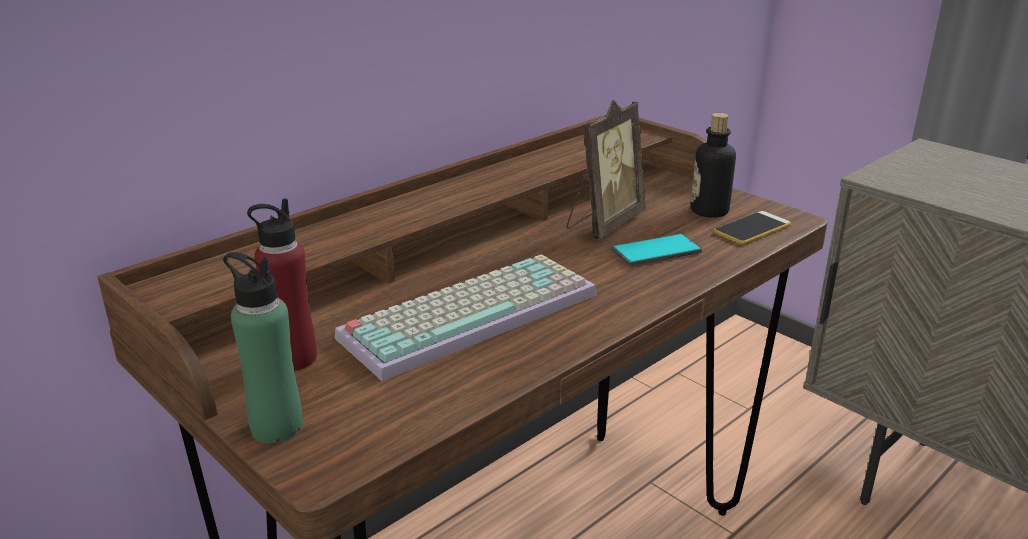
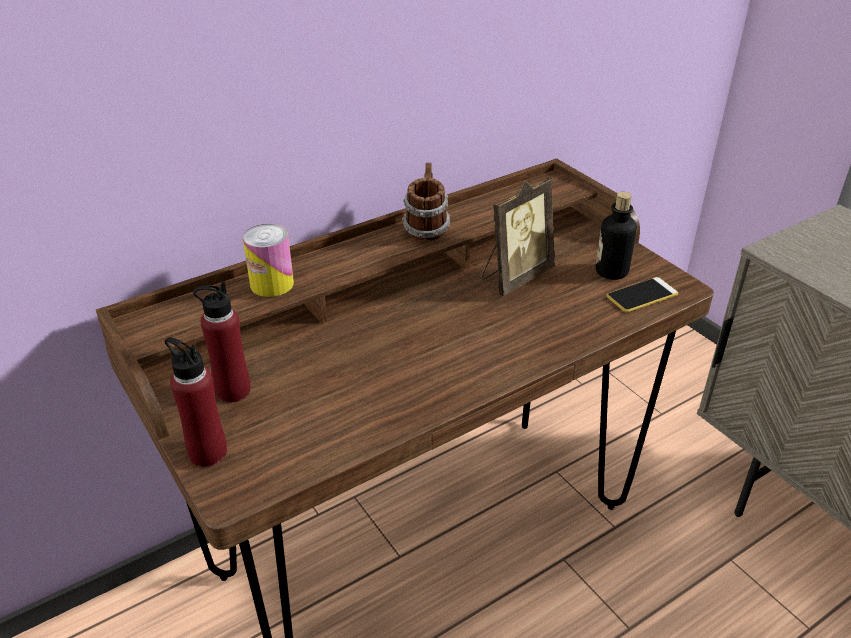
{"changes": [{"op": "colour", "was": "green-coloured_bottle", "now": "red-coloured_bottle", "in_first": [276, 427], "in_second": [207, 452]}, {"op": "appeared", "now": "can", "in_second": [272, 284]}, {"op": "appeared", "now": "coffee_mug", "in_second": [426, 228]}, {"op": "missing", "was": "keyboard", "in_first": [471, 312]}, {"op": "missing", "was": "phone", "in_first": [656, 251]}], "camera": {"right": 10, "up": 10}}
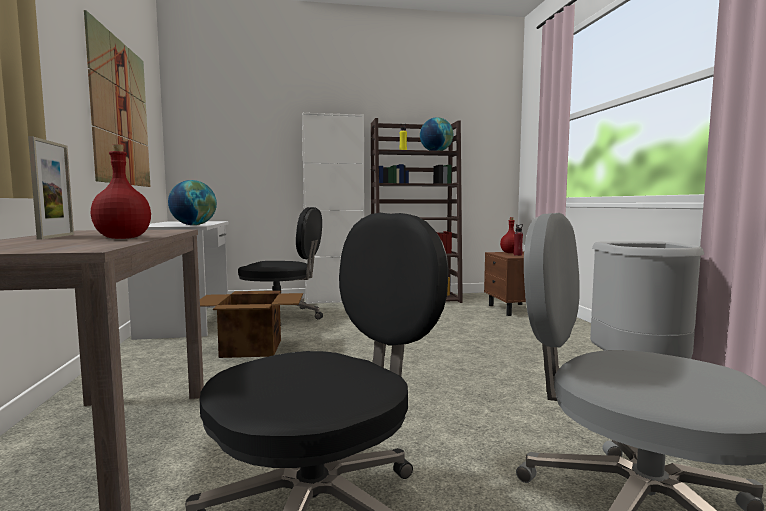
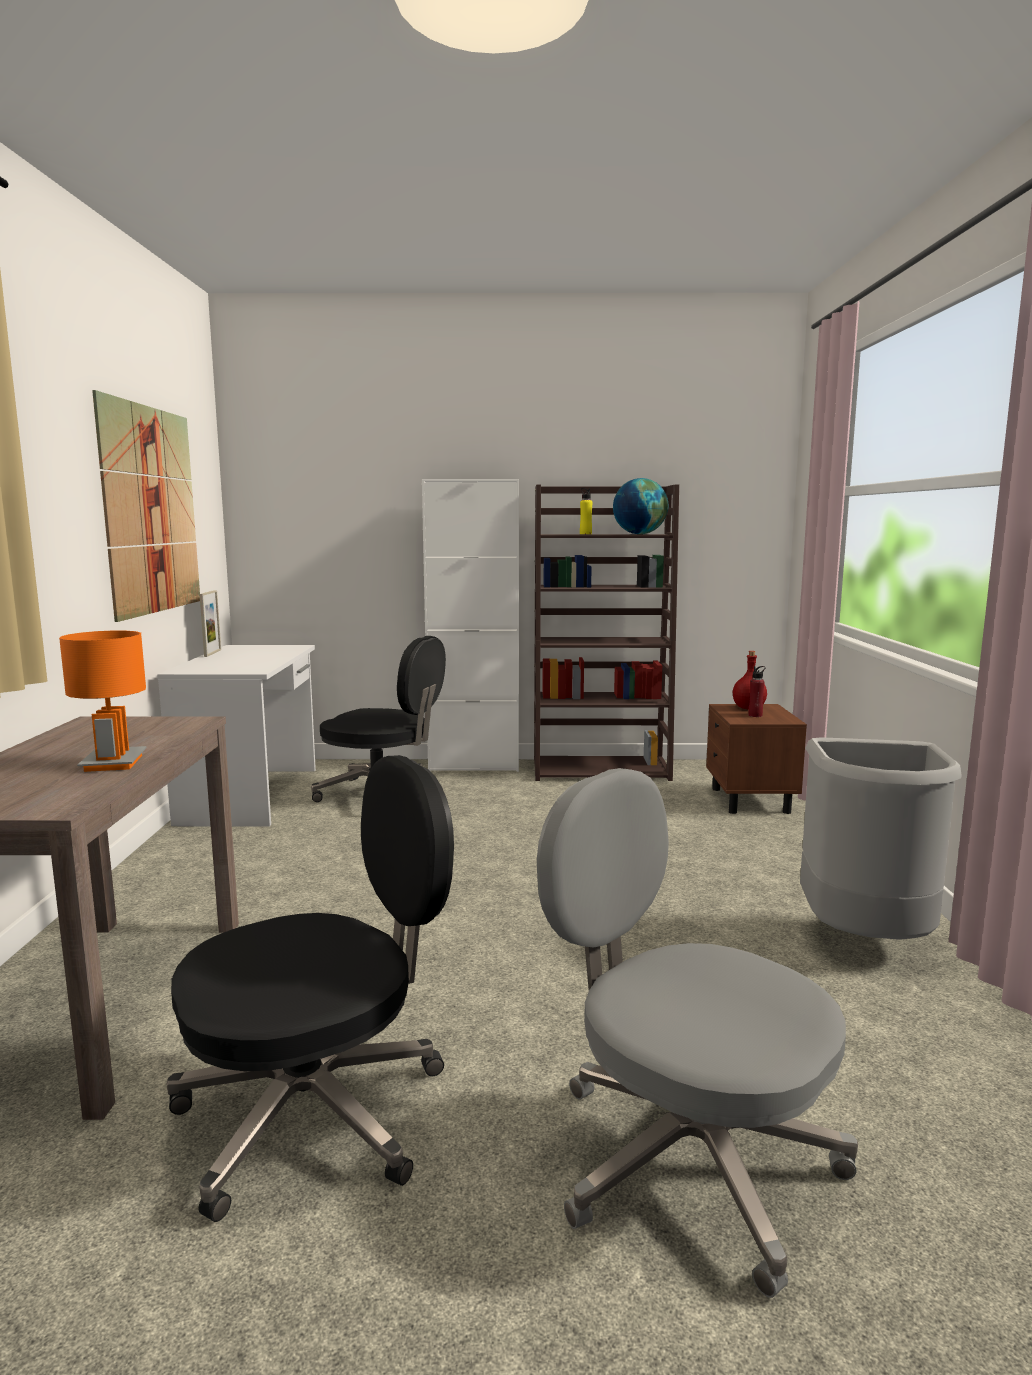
{"changes": [{"op": "exchanged", "was": "red-coloured_bottle", "now": "orangey_table_lamp", "in_first": [124, 238], "in_second": [114, 763]}, {"op": "relocated", "was": "picture_frame", "in_first": [56, 236], "in_second": [213, 653]}, {"op": "missing", "was": "desk_globe", "in_first": [193, 225]}, {"op": "missing", "was": "cardboard_box", "in_first": [252, 348]}], "camera": {"right": 10, "up": 5}}
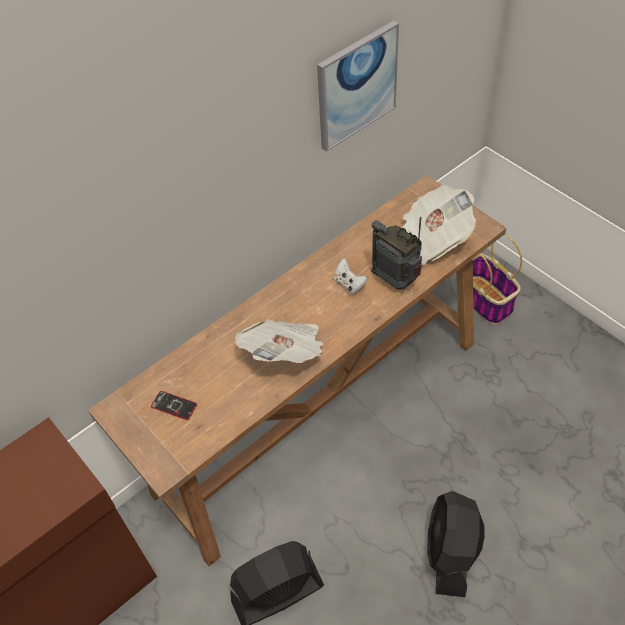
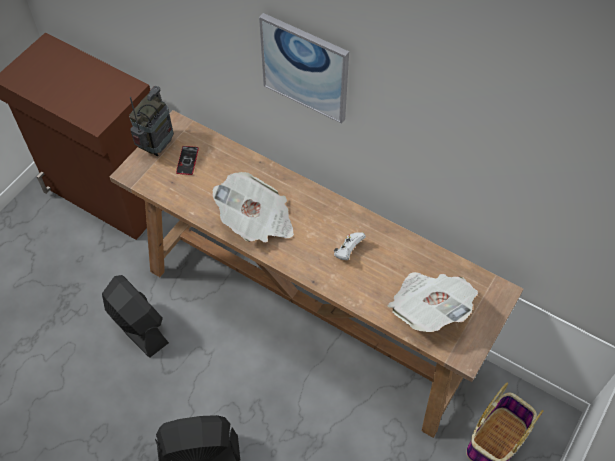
{"changes": [{"op": "relocated", "was": "radio_set", "in_first": [396, 281], "in_second": [157, 146]}, {"op": "relocated", "was": "wall_picture", "in_first": [356, 86], "in_second": [305, 67]}], "camera": {"right": 70, "up": 5}}
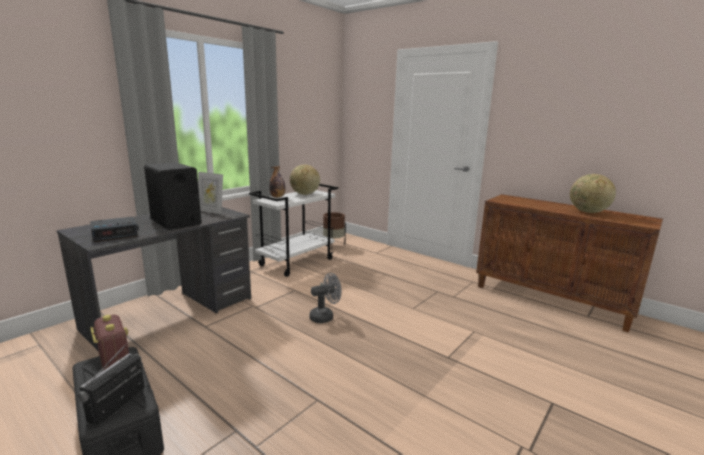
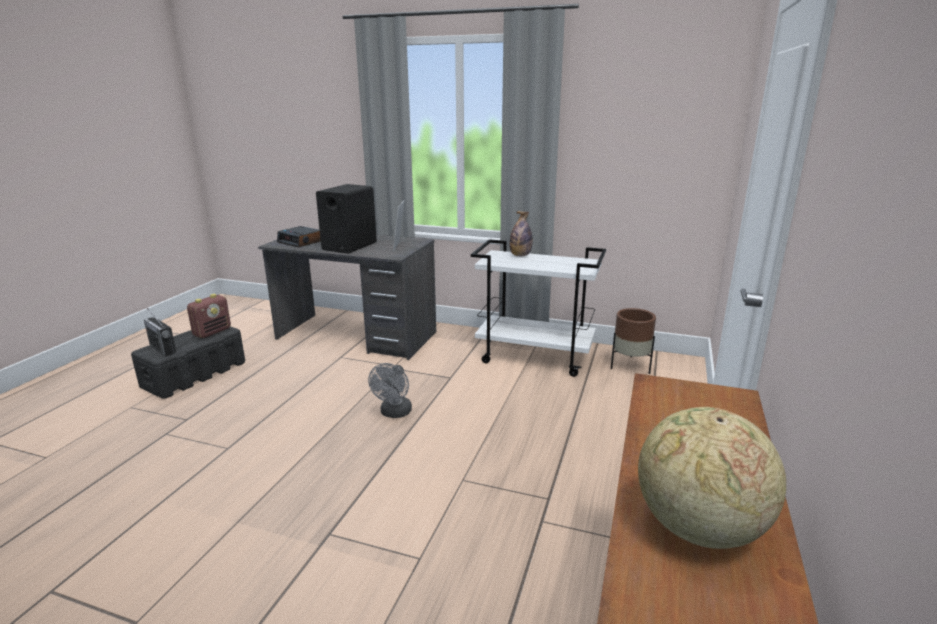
{"changes": [{"op": "spun", "was": "radio_set", "in_first": [117, 404], "in_second": [163, 349], "clockwise": -135}, {"op": "spun", "was": "greyish_cooling_fan", "in_first": [325, 316], "in_second": [394, 413], "clockwise": 60}, {"op": "missing", "was": "desk_globe", "in_first": [304, 194]}], "camera": {"right": 70, "up": 5}}
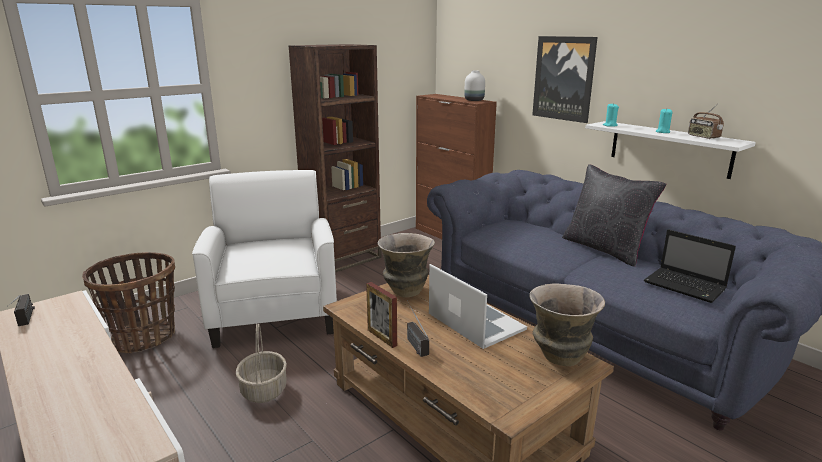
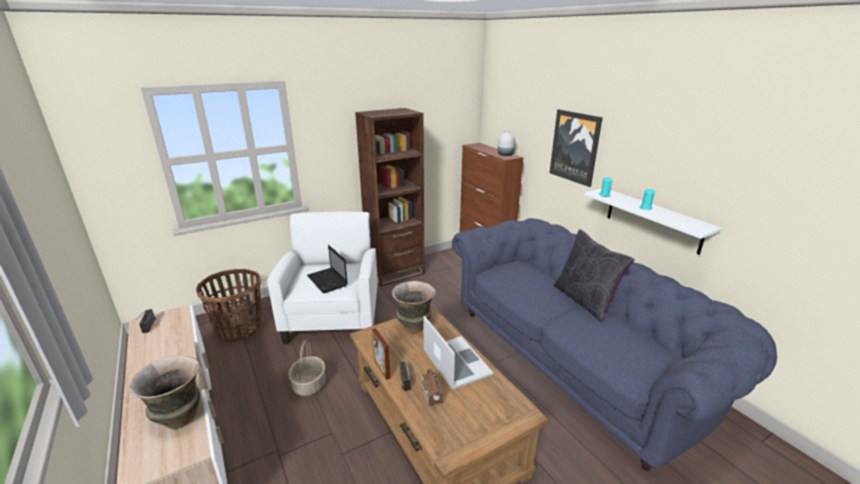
{"changes": [{"op": "relocated", "was": "vase", "in_first": [559, 357], "in_second": [179, 417]}, {"op": "relocated", "was": "laptop", "in_first": [686, 286], "in_second": [328, 281]}, {"op": "relocated", "was": "radio_set", "in_first": [703, 137], "in_second": [431, 395]}], "camera": {"right": 10, "up": 5}}
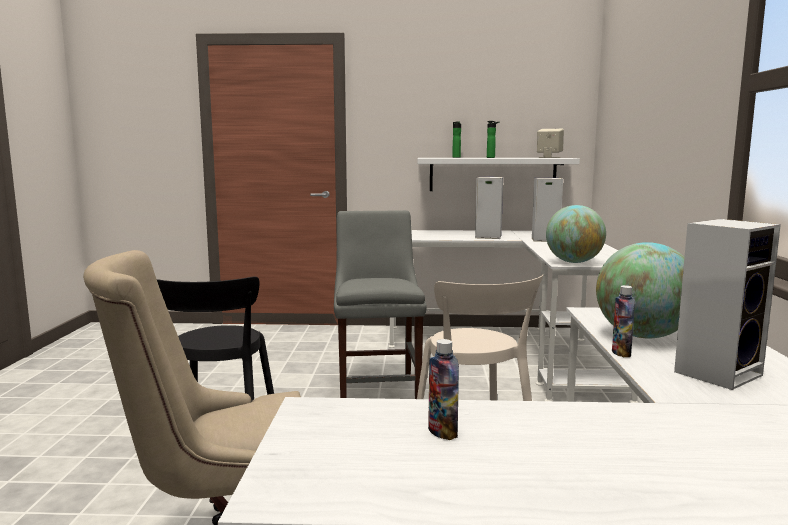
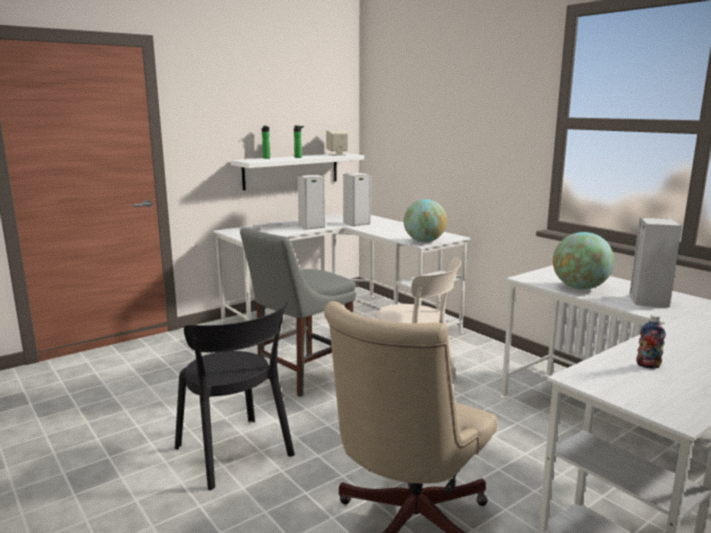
{"changes": [{"op": "spun", "was": "greyish_plain_chair", "in_first": [378, 390], "in_second": [300, 375], "clockwise": -90}, {"op": "missing", "was": "bottle", "in_first": [621, 353]}], "camera": {"right": -40, "up": 5}}
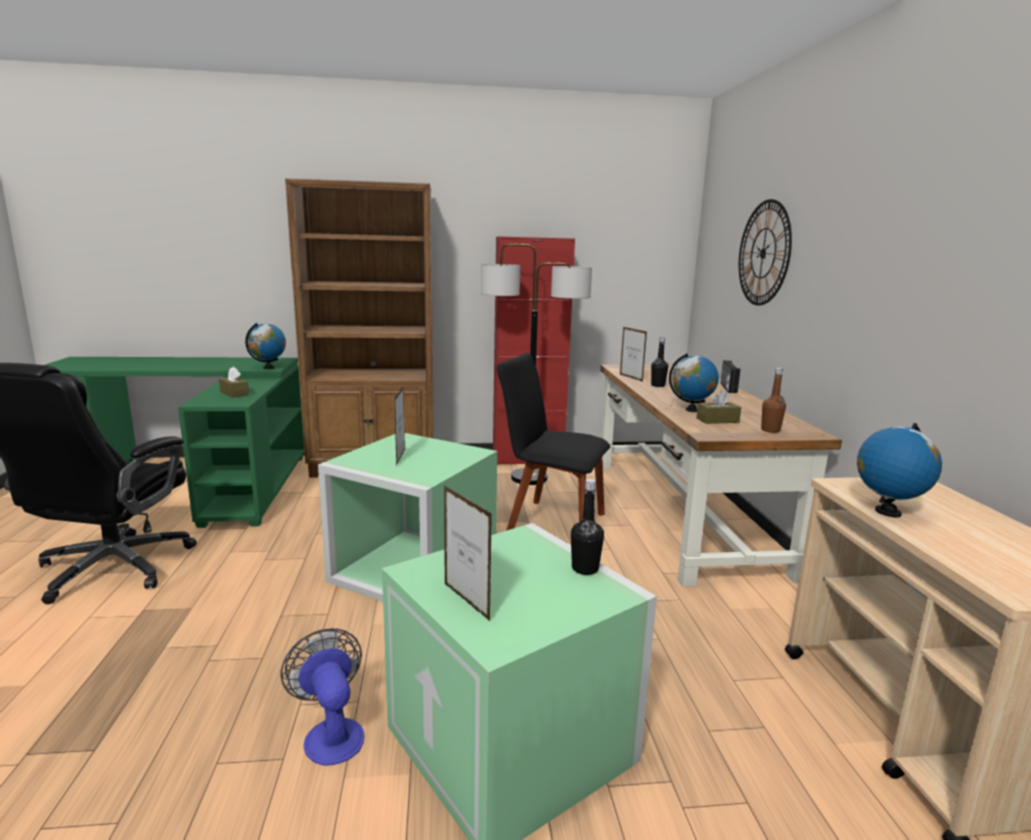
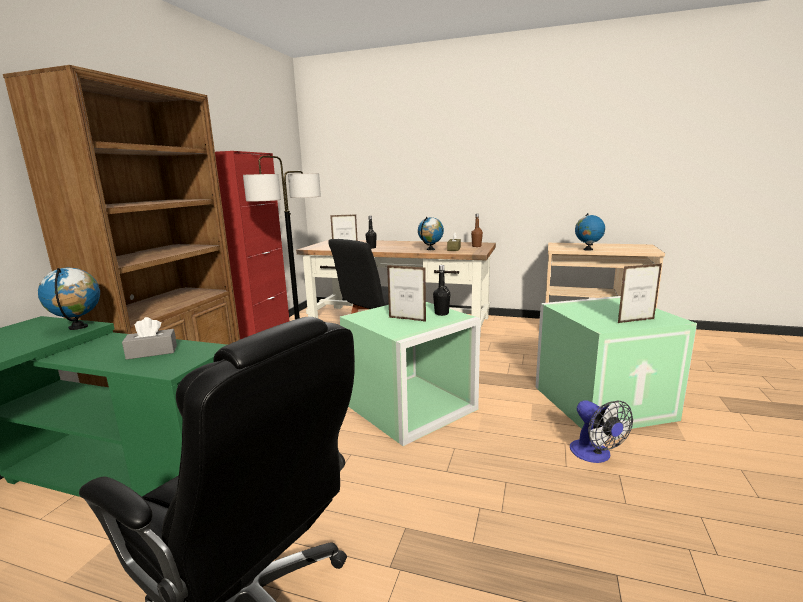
{"changes": [{"op": "colour", "was": "brownish_tissue_box", "now": "greyish_tissue_box", "in_first": [234, 393], "in_second": [152, 352]}, {"op": "relocated", "was": "black_bottle", "in_first": [585, 569], "in_second": [441, 313]}, {"op": "spun", "was": "cooling_fan", "in_first": [331, 733], "in_second": [595, 455], "clockwise": -105}, {"op": "missing", "was": "radio_set", "in_first": [727, 388]}, {"op": "missing", "was": "clock_on_the_wall", "in_first": [763, 253]}], "camera": {"right": -65, "up": 0}}
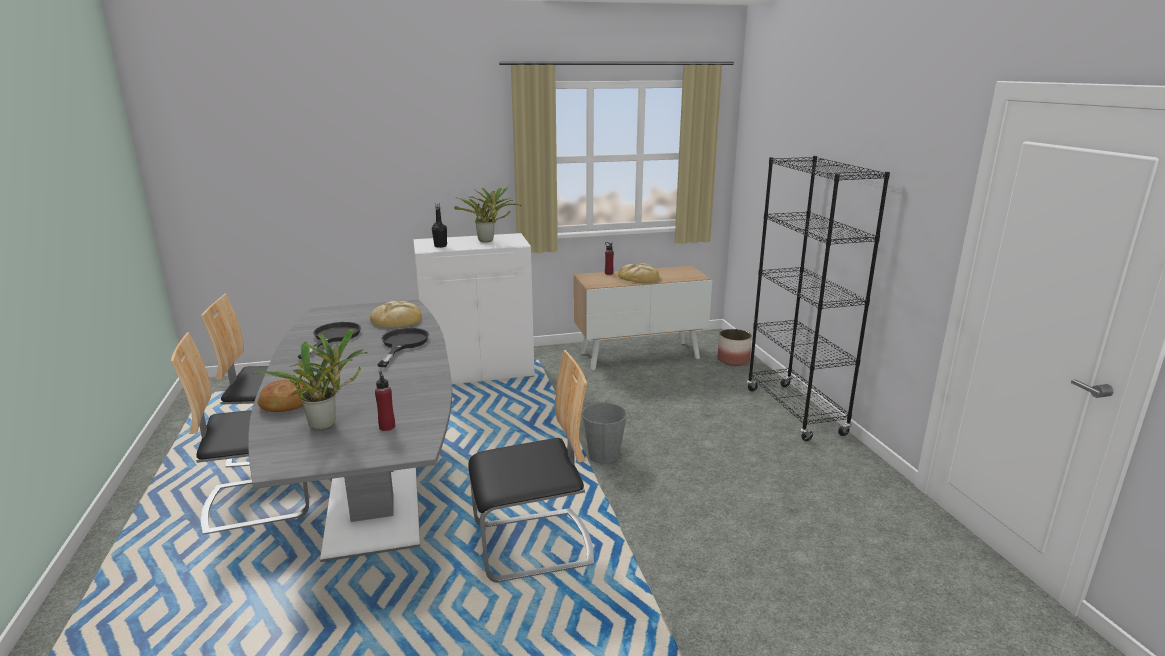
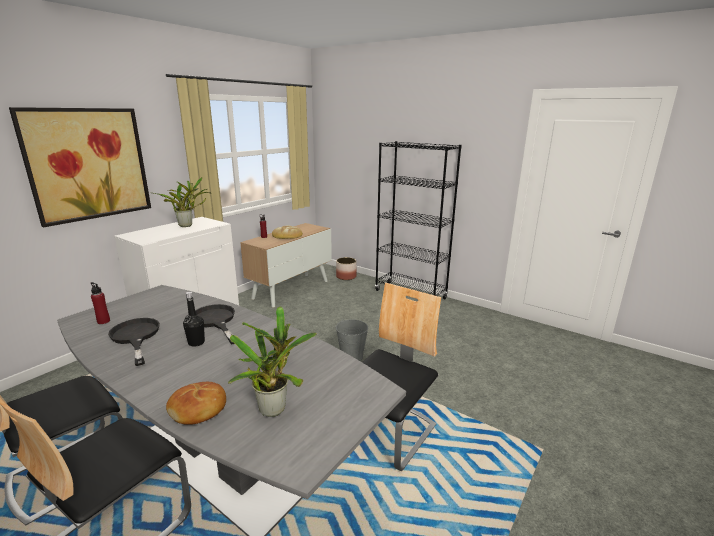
{"changes": [{"op": "appeared", "now": "wall_picture", "in_second": [88, 164]}, {"op": "relocated", "was": "red-coloured_bottle", "in_first": [387, 427], "in_second": [103, 321]}, {"op": "relocated", "was": "black_bottle", "in_first": [440, 246], "in_second": [196, 342]}, {"op": "missing", "was": "bread", "in_first": [397, 319]}], "camera": {"right": -40, "up": 0}}
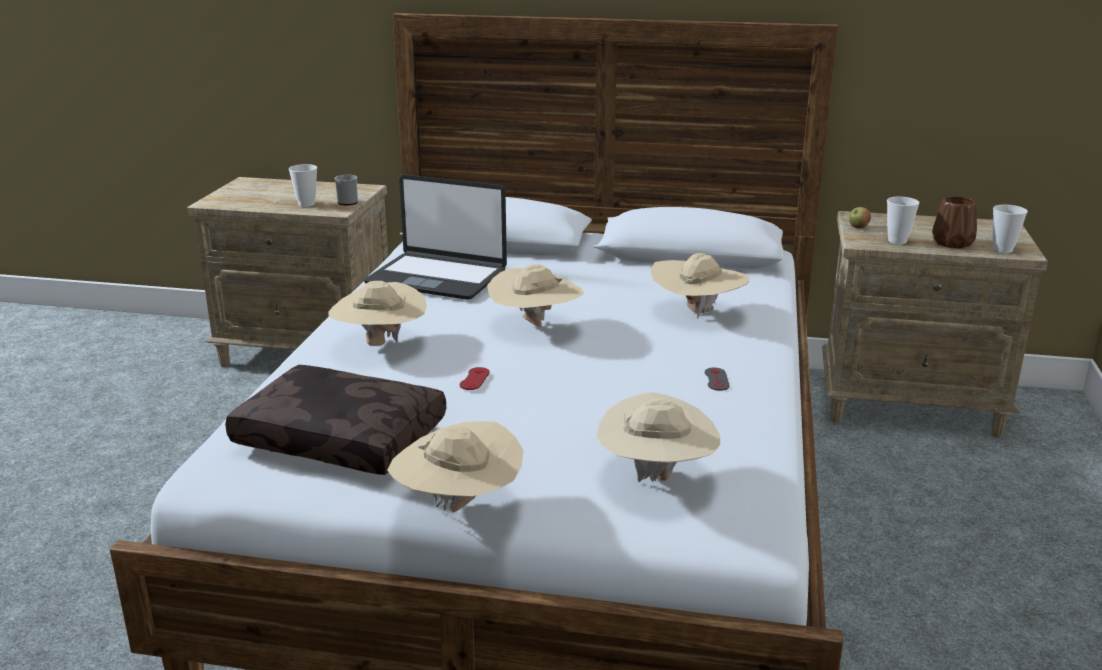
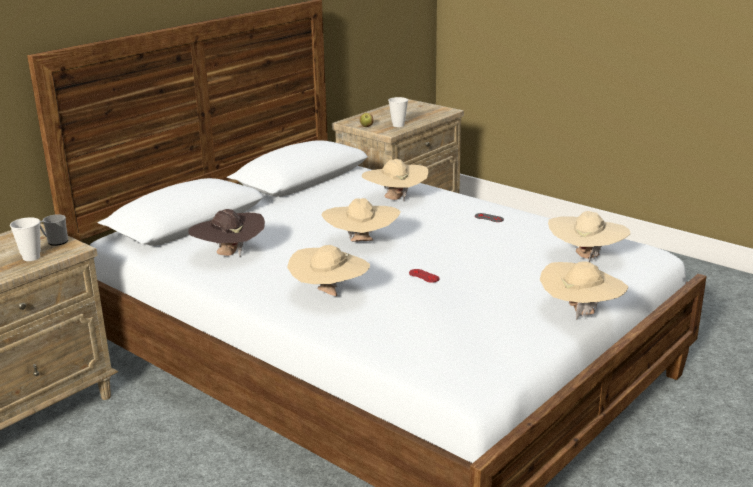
{"changes": [{"op": "exchanged", "was": "laptop", "now": "brownish_wearable_hat", "in_first": [437, 277], "in_second": [229, 255]}, {"op": "missing", "was": "brownish_throw_pillow", "in_first": [343, 437]}, {"op": "missing", "was": "brownish_vase", "in_first": [951, 243]}, {"op": "missing", "was": "cup", "in_first": [1002, 250]}], "camera": {"right": -60, "up": 0}}
